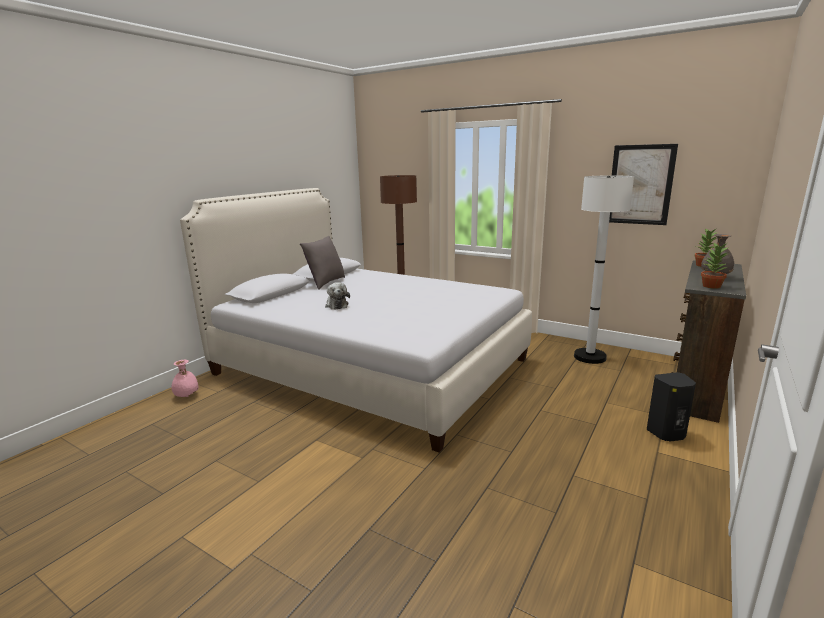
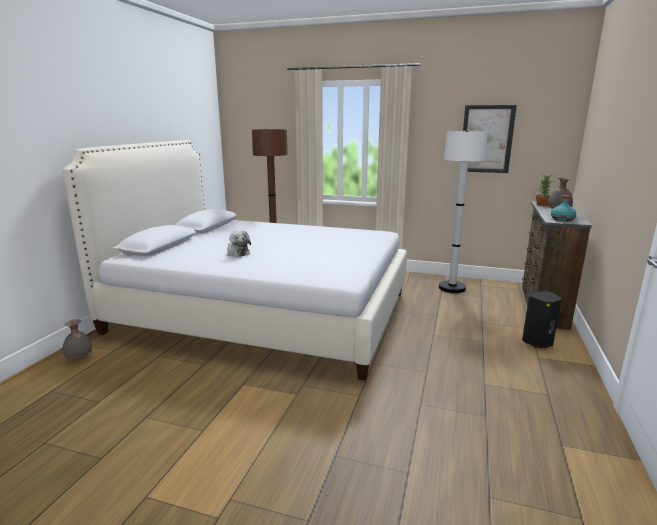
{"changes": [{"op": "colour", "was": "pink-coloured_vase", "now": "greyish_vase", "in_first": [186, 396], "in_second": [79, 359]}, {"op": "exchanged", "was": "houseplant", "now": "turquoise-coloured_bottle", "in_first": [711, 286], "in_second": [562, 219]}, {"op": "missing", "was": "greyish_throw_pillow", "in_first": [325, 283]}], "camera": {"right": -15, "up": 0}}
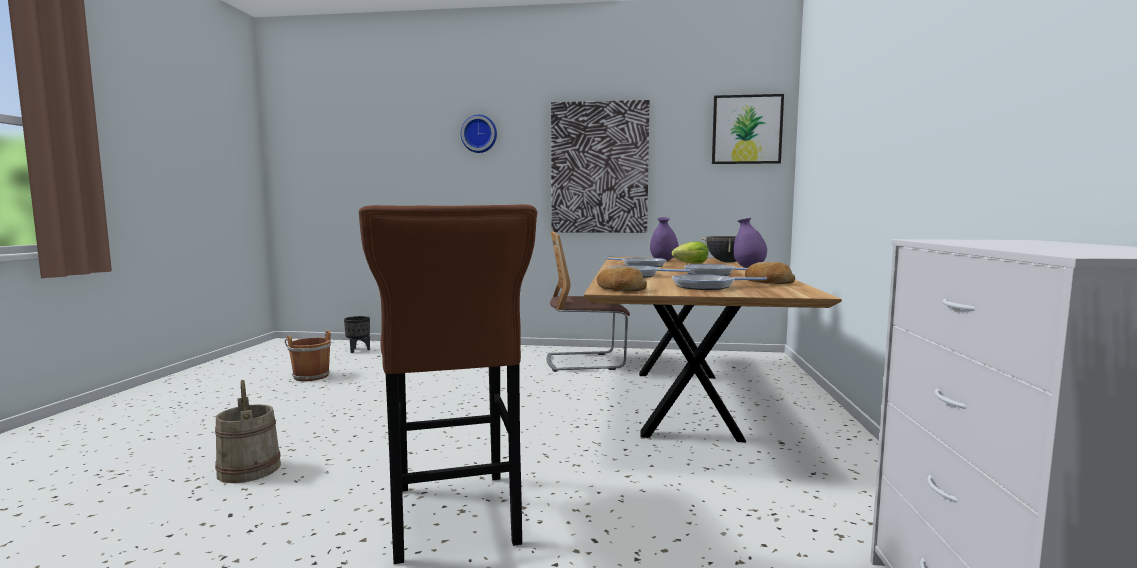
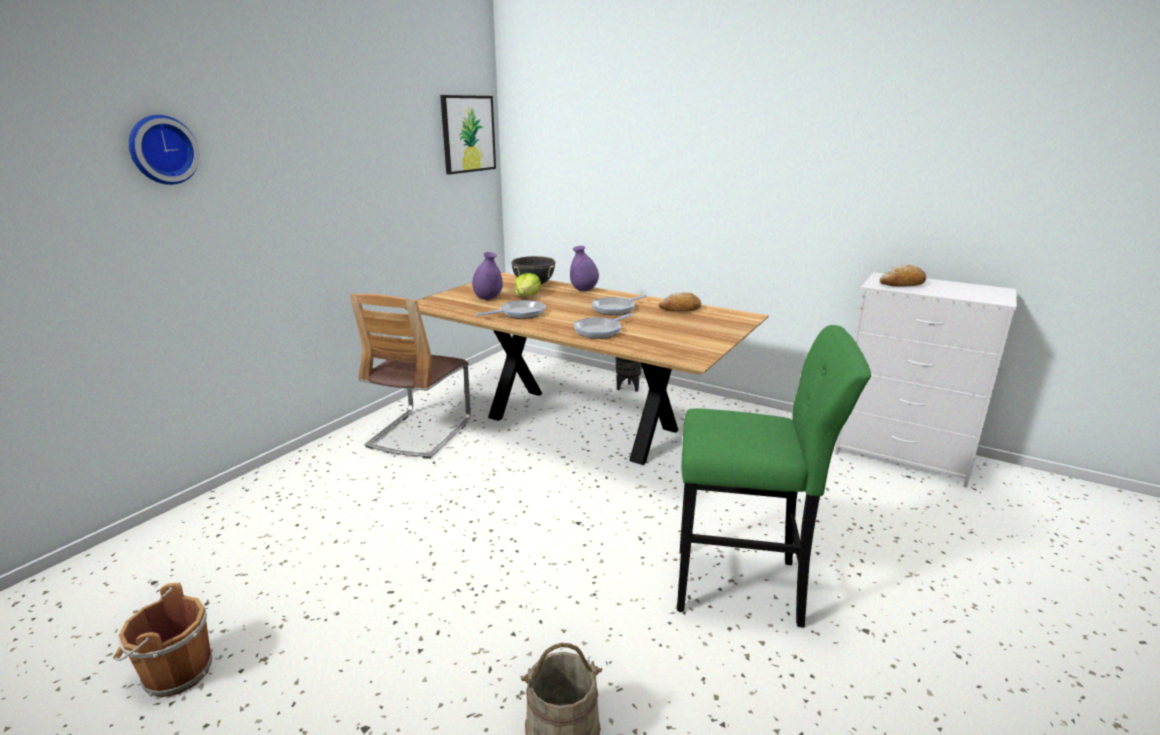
{"changes": [{"op": "relocated", "was": "black_flower_pot", "in_first": [358, 350], "in_second": [628, 388]}, {"op": "colour", "was": "brownish_sitting_stool", "now": "green-coloured_sitting_stool", "in_first": [454, 520], "in_second": [745, 586]}, {"op": "relocated", "was": "bread", "in_first": [620, 289], "in_second": [902, 284]}, {"op": "missing", "was": "wall_picture", "in_first": [599, 168]}, {"op": "missing", "was": "frying_pan", "in_first": [707, 286]}], "camera": {"right": -65, "up": 15}}
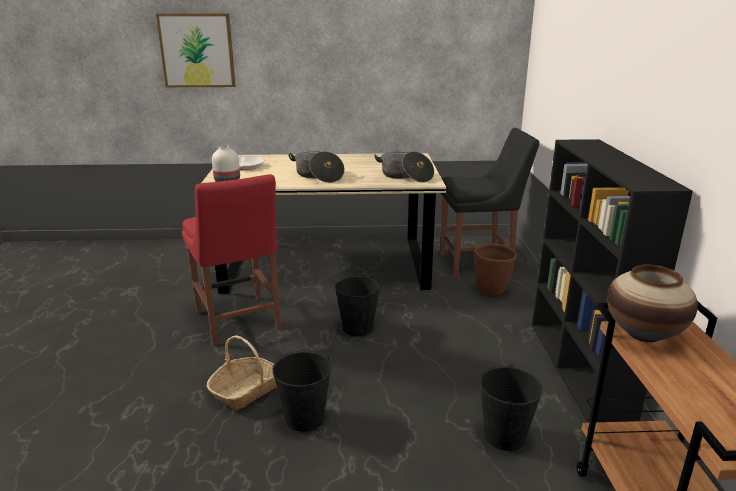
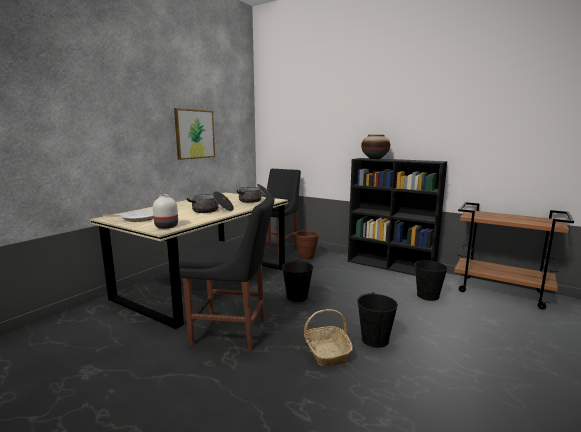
{"changes": [{"op": "relocated", "was": "wall_picture", "in_first": [197, 50], "in_second": [194, 134]}, {"op": "colour", "was": "red-coloured_plain_chair", "now": "black_plain_chair", "in_first": [238, 322], "in_second": [233, 332]}, {"op": "relocated", "was": "vase", "in_first": [643, 334], "in_second": [374, 159]}], "camera": {"right": -55, "up": -10}}
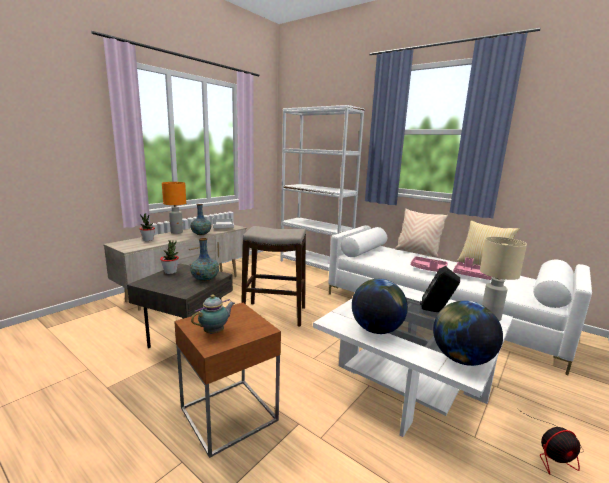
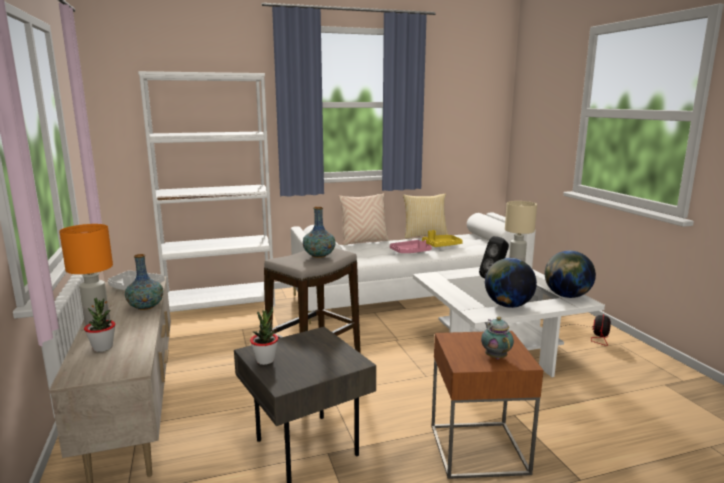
{"changes": [{"op": "relocated", "was": "vase", "in_first": [205, 279], "in_second": [319, 255]}, {"op": "colour", "was": "pink-coloured_tray", "now": "yellow-coloured_tray", "in_first": [472, 275], "in_second": [441, 245]}], "camera": {"right": -55, "up": 0}}
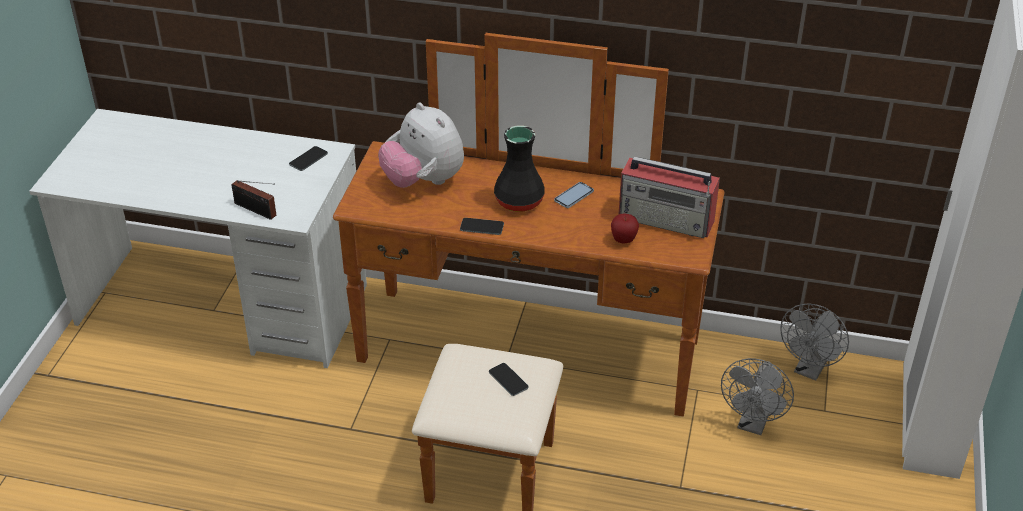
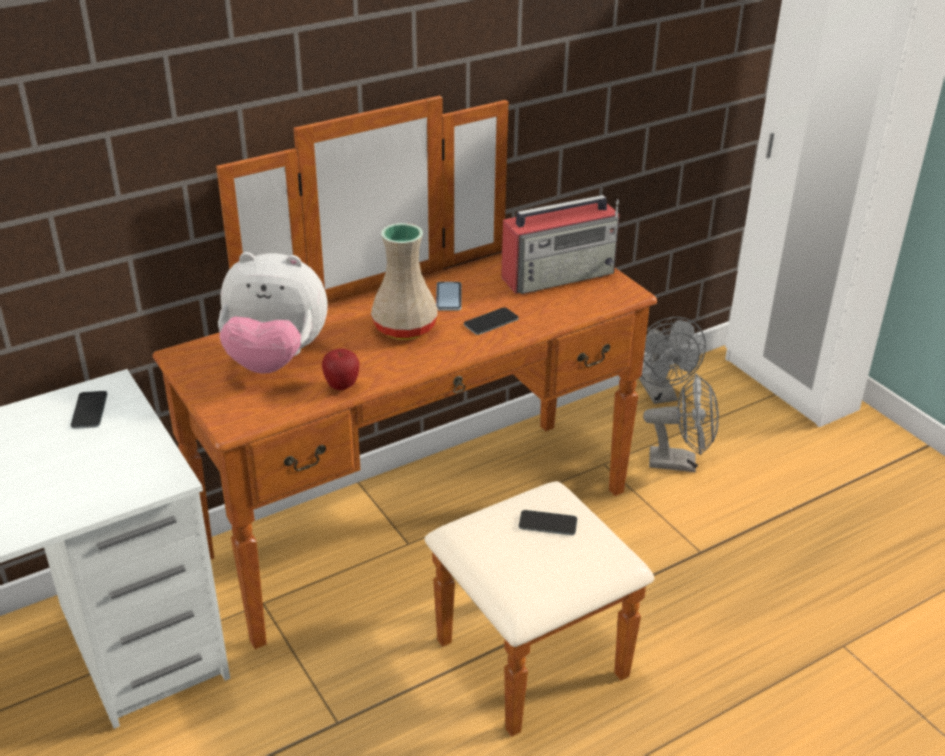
{"changes": [{"op": "relocated", "was": "whole_apple", "in_first": [623, 240], "in_second": [342, 386]}, {"op": "colour", "was": "black_vase", "now": "beige-coloured_vase", "in_first": [519, 201], "in_second": [404, 327]}, {"op": "relocated", "was": "phone", "in_first": [482, 227], "in_second": [491, 322]}, {"op": "spun", "was": "greyish_cooling_fan", "in_first": [753, 424], "in_second": [680, 462], "clockwise": -60}, {"op": "missing", "was": "radio_set", "in_first": [257, 211]}], "camera": {"right": -45, "up": -5}}
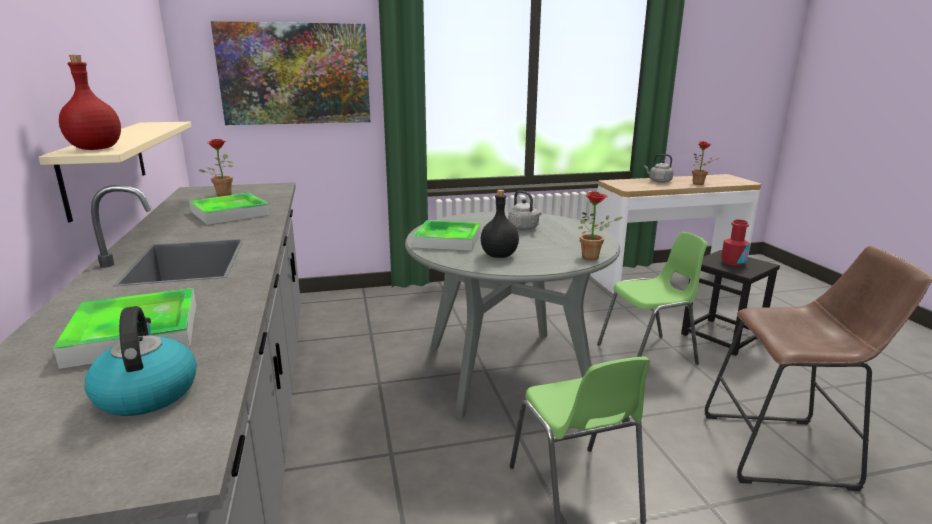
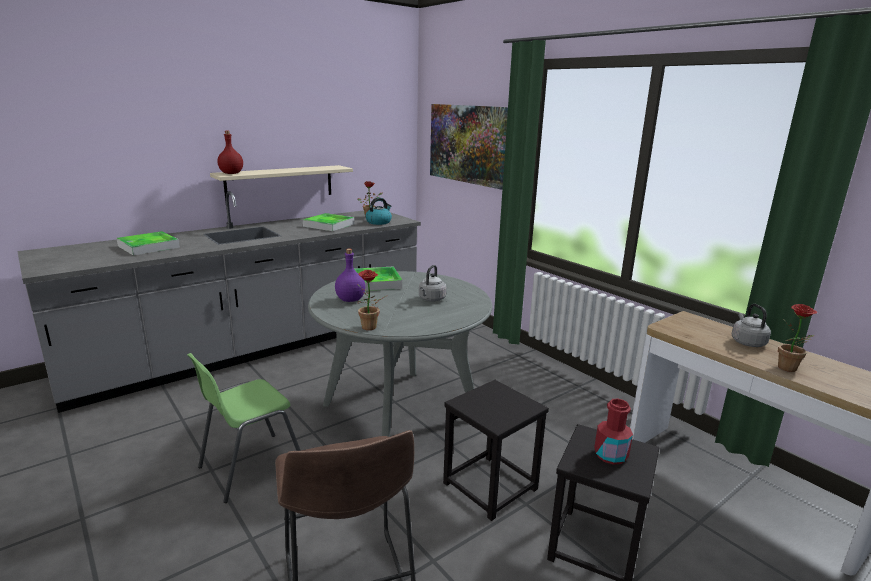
{"changes": [{"op": "colour", "was": "black_bottle", "now": "purplish_bottle", "in_first": [498, 255], "in_second": [350, 299]}, {"op": "relocated", "was": "tea_kettle", "in_first": [146, 393], "in_second": [379, 222]}, {"op": "exchanged", "was": "green-coloured_plain_chair", "now": "black_sitting_stool", "in_first": [648, 355], "in_second": [490, 486]}], "camera": {"right": 65, "up": 0}}
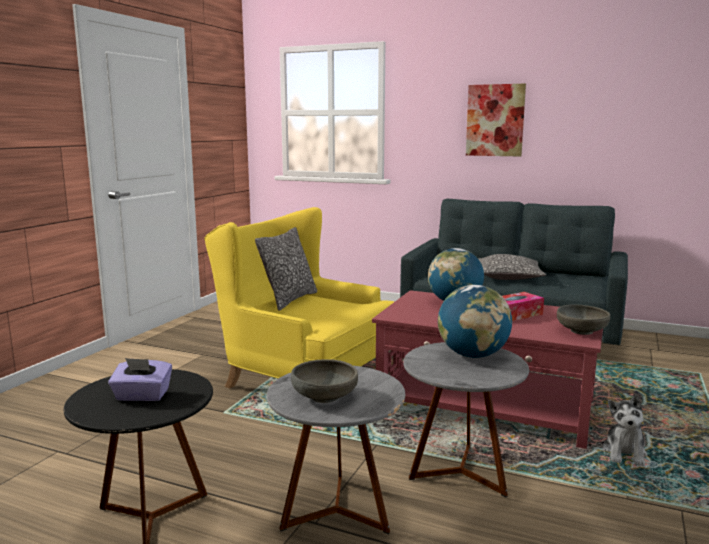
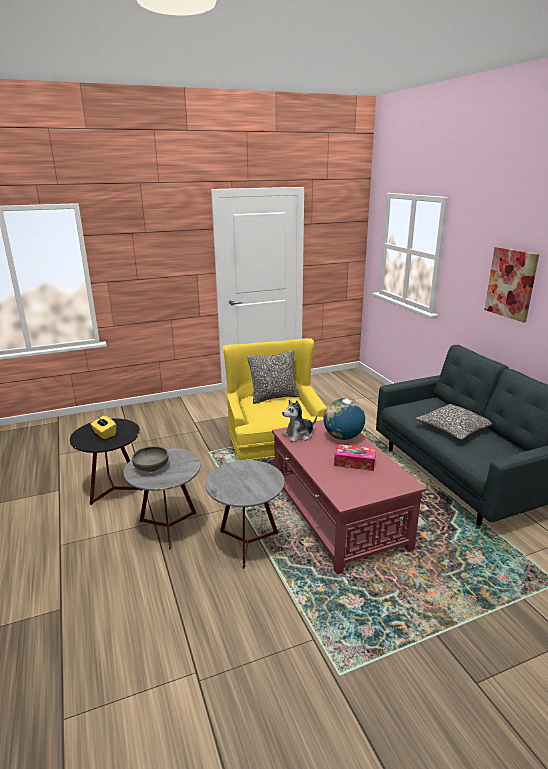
{"changes": [{"op": "colour", "was": "purplish_tissue_box", "now": "yellow-coloured_tissue_box", "in_first": [142, 396], "in_second": [104, 434]}, {"op": "relocated", "was": "cuddly_toy", "in_first": [624, 453], "in_second": [299, 435]}, {"op": "missing", "was": "desk_globe", "in_first": [473, 355]}, {"op": "missing", "was": "greyish_bowl", "in_first": [581, 331]}], "camera": {"right": 45, "up": 10}}
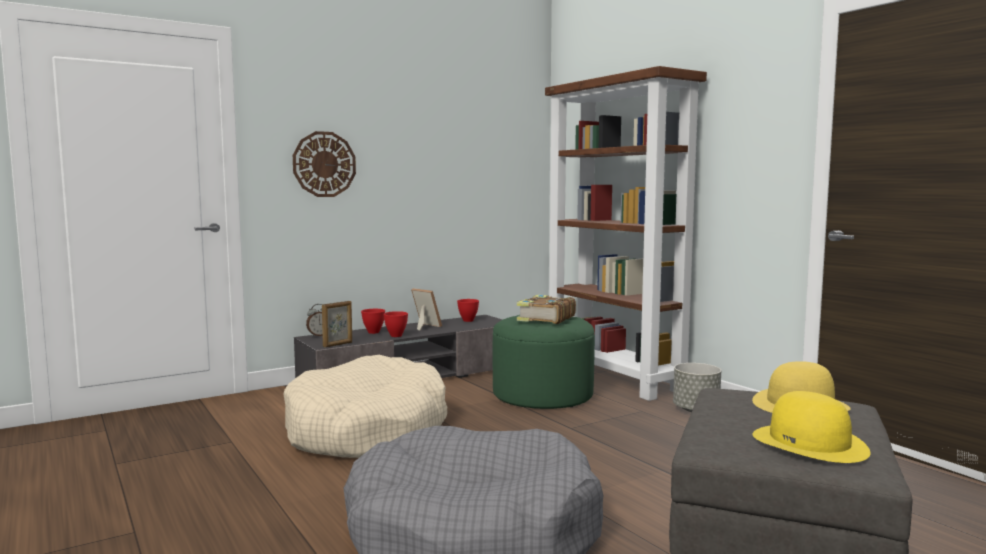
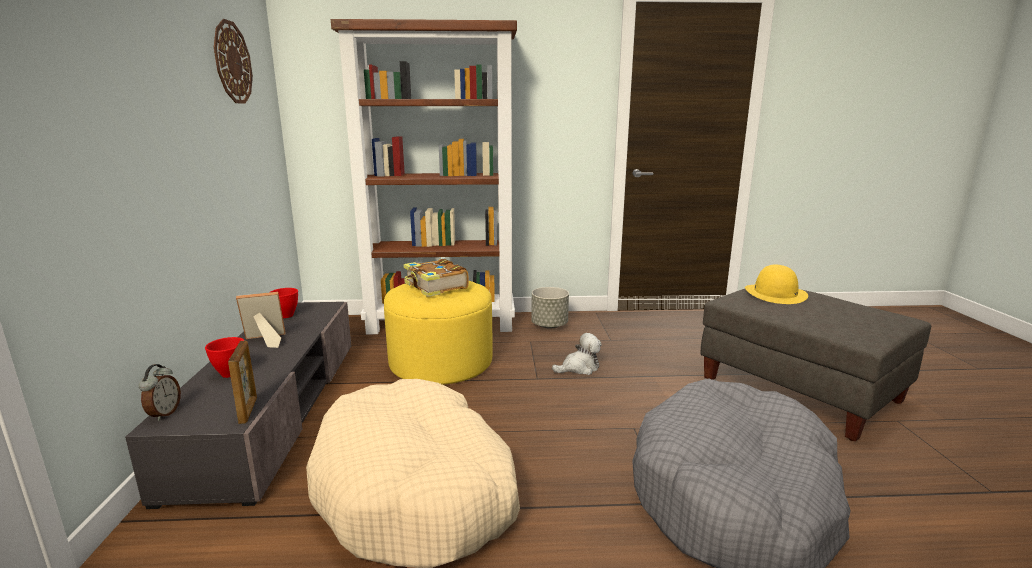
{"changes": [{"op": "relocated", "was": "clock_on_the_wall", "in_first": [324, 164], "in_second": [232, 62]}, {"op": "colour", "was": "green-coloured_footrest", "now": "yellow-coloured_footrest", "in_first": [542, 394], "in_second": [441, 362]}, {"op": "appeared", "now": "cuddly_toy", "in_second": [579, 368]}, {"op": "missing", "was": "red-coloured_bowl", "in_first": [395, 335]}, {"op": "missing", "was": "yellow-coloured_wearable_hat", "in_first": [810, 443]}], "camera": {"right": -60, "up": 10}}
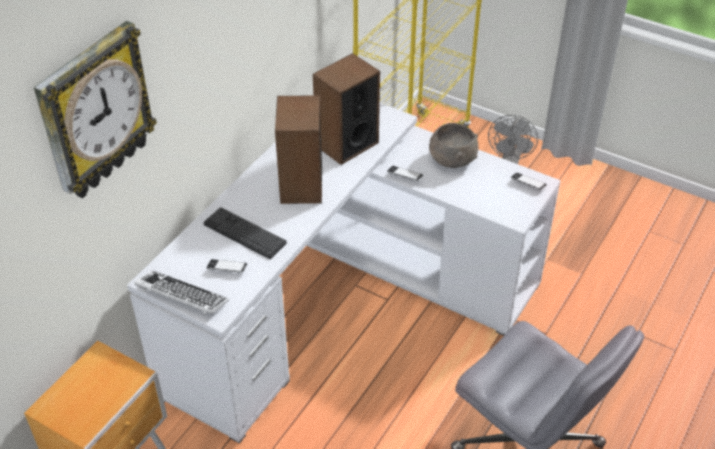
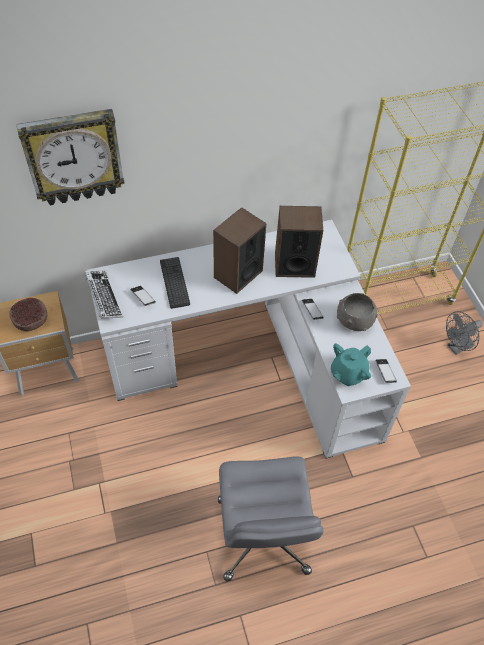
{"changes": [{"op": "appeared", "now": "bowl", "in_second": [30, 320]}, {"op": "appeared", "now": "turquoise-coloured_tea_pot", "in_second": [348, 373]}], "camera": {"right": 40, "up": 10}}
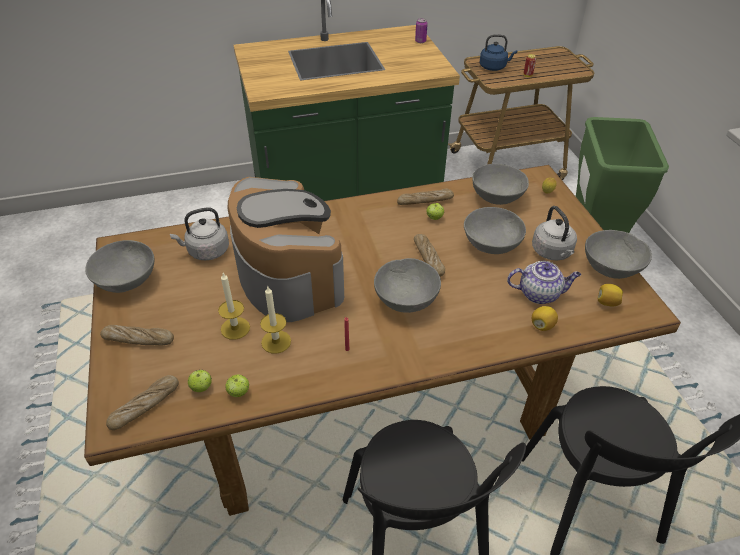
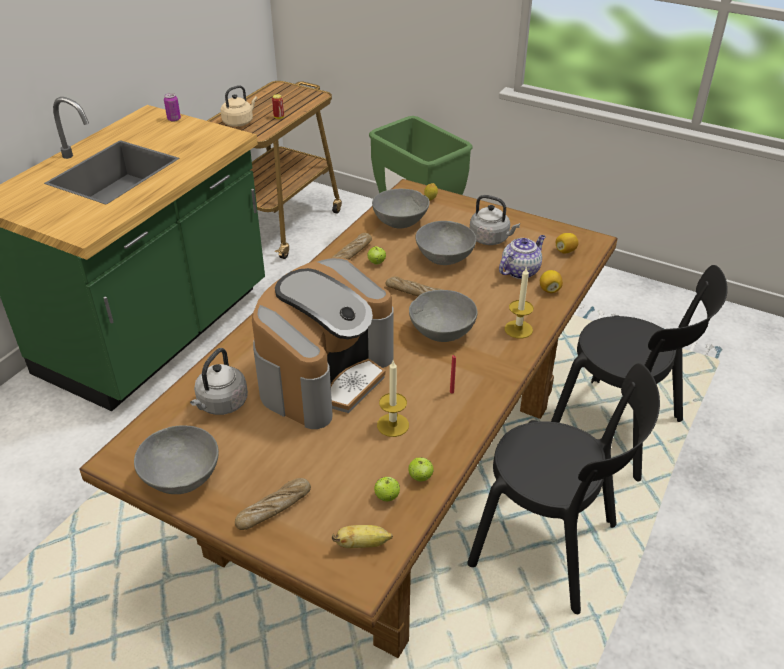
{"changes": [{"op": "colour", "was": "bluish_tea_kettle", "now": "beige-coloured_tea_kettle", "in_first": [494, 67], "in_second": [239, 122]}, {"op": "spun", "was": "coffee_brewer", "in_first": [287, 275], "in_second": [325, 374], "clockwise": 105}, {"op": "exchanged", "was": "bread", "now": "banana_fruit", "in_first": [145, 406], "in_second": [363, 544]}, {"op": "relocated", "was": "candle", "in_first": [235, 328], "in_second": [518, 329]}, {"op": "missing", "was": "greyish_bowl", "in_first": [611, 268]}], "camera": {"right": -45, "up": -5}}
